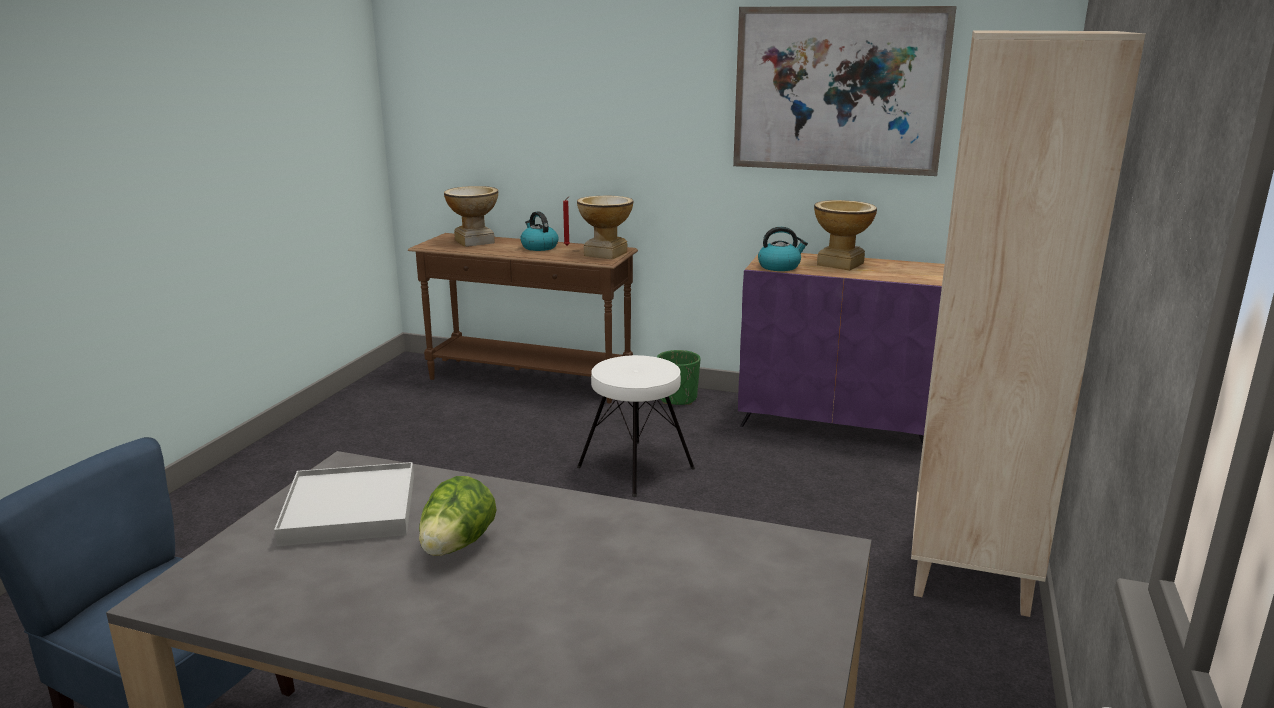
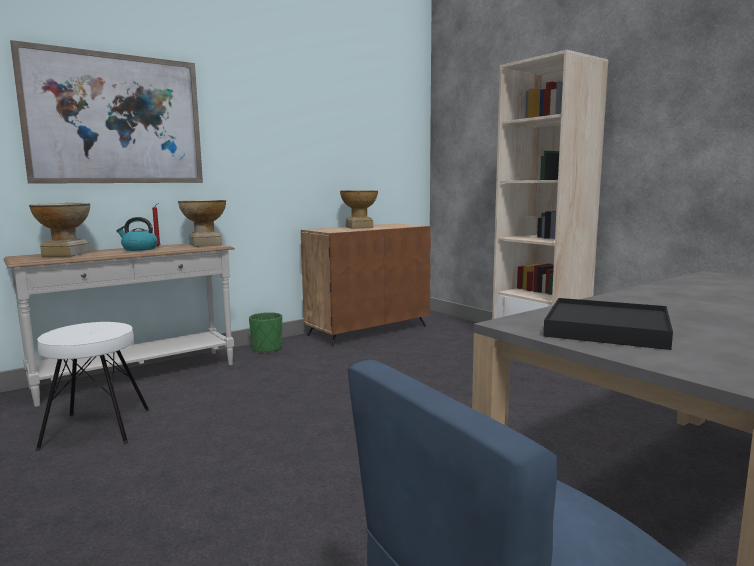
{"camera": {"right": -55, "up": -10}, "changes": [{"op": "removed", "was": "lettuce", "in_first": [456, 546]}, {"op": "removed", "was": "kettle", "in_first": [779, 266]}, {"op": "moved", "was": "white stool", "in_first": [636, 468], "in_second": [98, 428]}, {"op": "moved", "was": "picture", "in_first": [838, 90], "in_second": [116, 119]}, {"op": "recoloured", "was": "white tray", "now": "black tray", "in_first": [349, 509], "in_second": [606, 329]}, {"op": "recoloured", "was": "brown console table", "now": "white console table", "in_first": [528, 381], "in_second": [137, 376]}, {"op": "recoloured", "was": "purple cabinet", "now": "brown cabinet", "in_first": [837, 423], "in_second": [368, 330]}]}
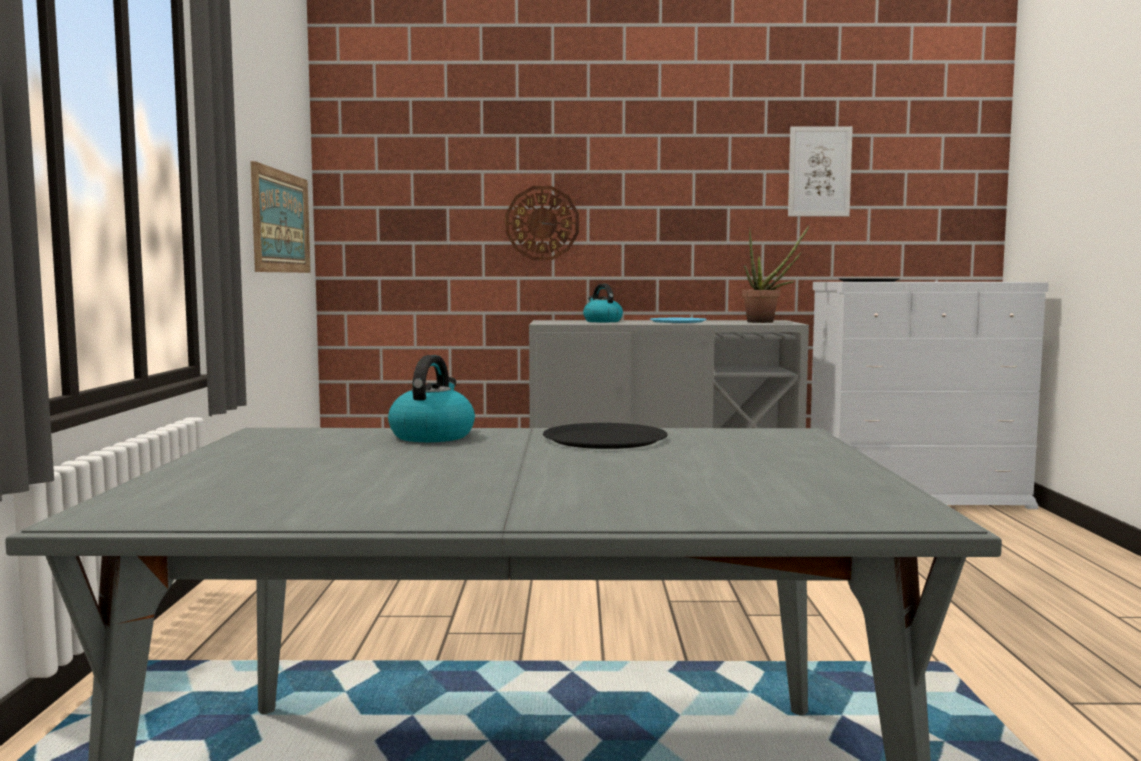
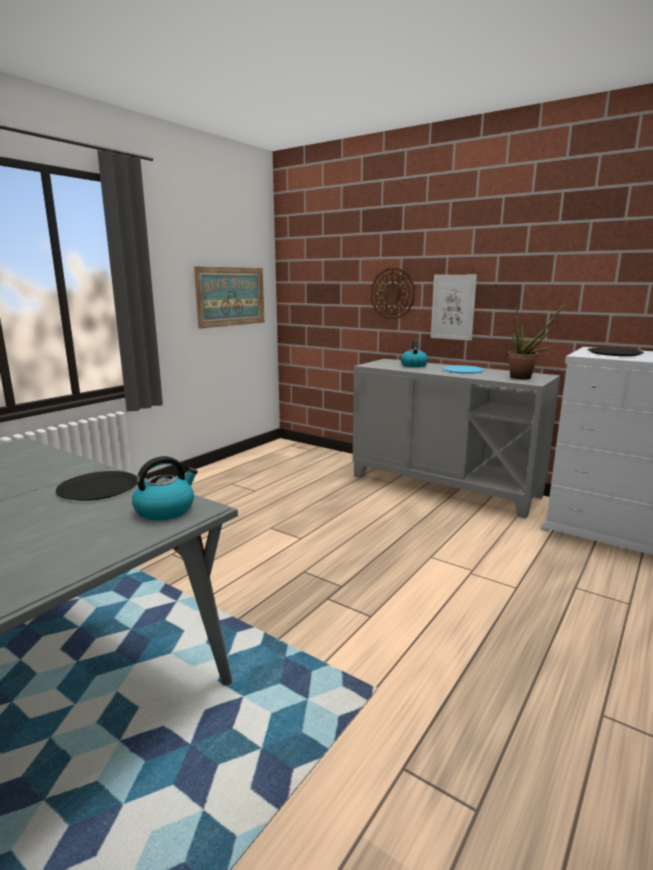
{"camera": {"right": 35, "up": 10}, "changes": [{"op": "moved", "was": "kettle", "in_first": [432, 436], "in_second": [166, 510]}, {"op": "moved", "was": "picture", "in_first": [819, 171], "in_second": [453, 307]}]}
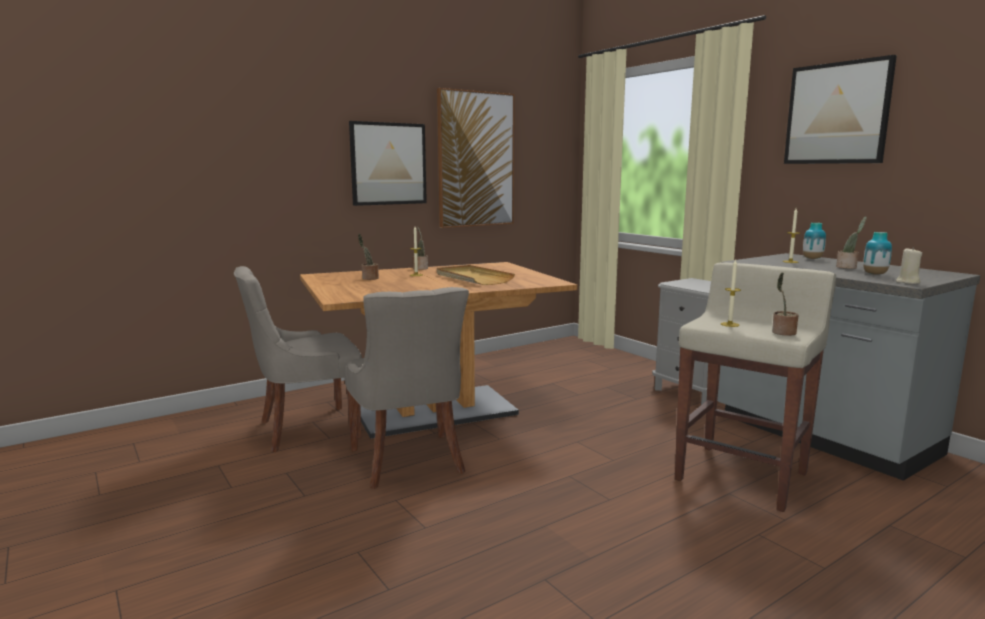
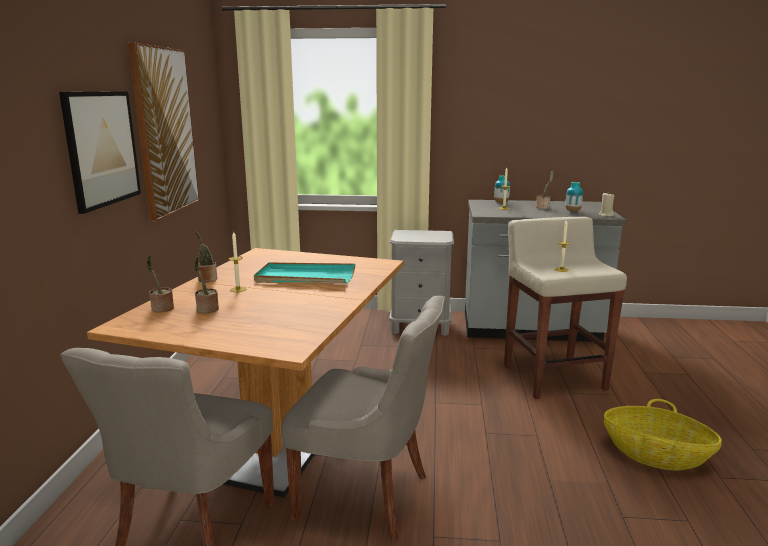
{"camera": {"right": -50, "up": 5}, "changes": [{"op": "removed", "was": "picture", "in_first": [837, 113]}, {"op": "added", "now": "basket", "in_second": [656, 455]}, {"op": "moved", "was": "potted plant", "in_first": [782, 333], "in_second": [161, 309]}, {"op": "recoloured", "was": "beige tray", "now": "turquoise tray", "in_first": [473, 278], "in_second": [305, 277]}]}
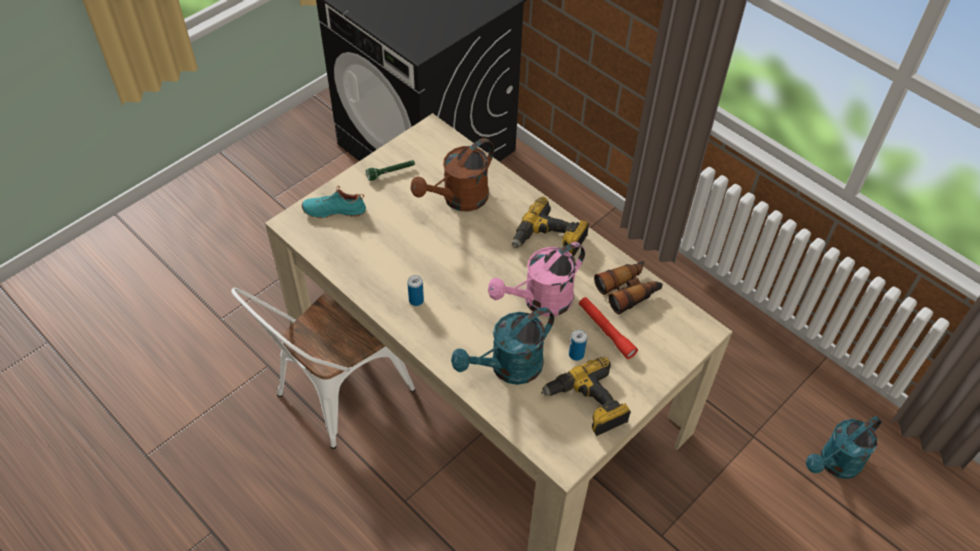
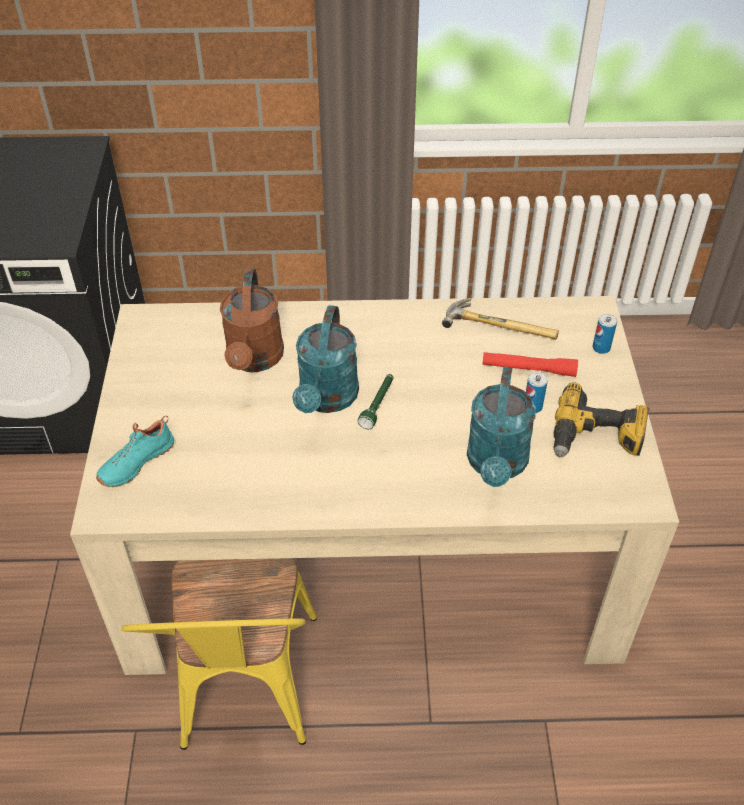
{"camera": {"right": -45, "up": -5}, "changes": [{"op": "removed", "was": "pink watering can", "in_first": [540, 302]}, {"op": "removed", "was": "power drill", "in_first": [549, 239]}, {"op": "moved", "was": "green flashlight", "in_first": [391, 173], "in_second": [378, 405]}, {"op": "moved", "was": "can", "in_first": [416, 300], "in_second": [601, 348]}, {"op": "moved", "was": "turquoise watering can", "in_first": [835, 464], "in_second": [326, 399]}, {"op": "replaced", "was": "binoculars", "now": "hammer", "in_first": [628, 290], "in_second": [501, 324]}, {"op": "recoloured", "was": "white chair", "now": "yellow chair", "in_first": [335, 396], "in_second": [245, 693]}]}
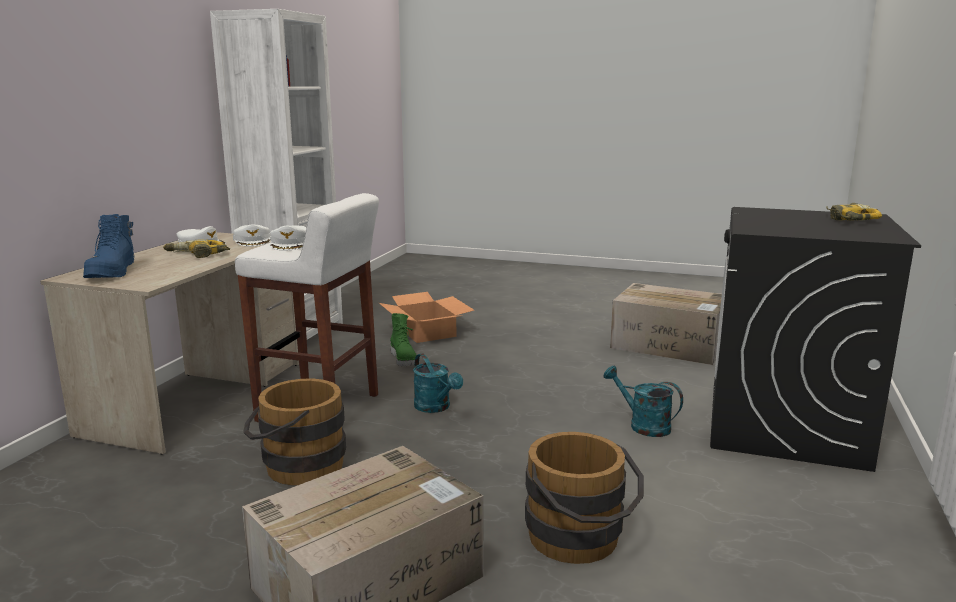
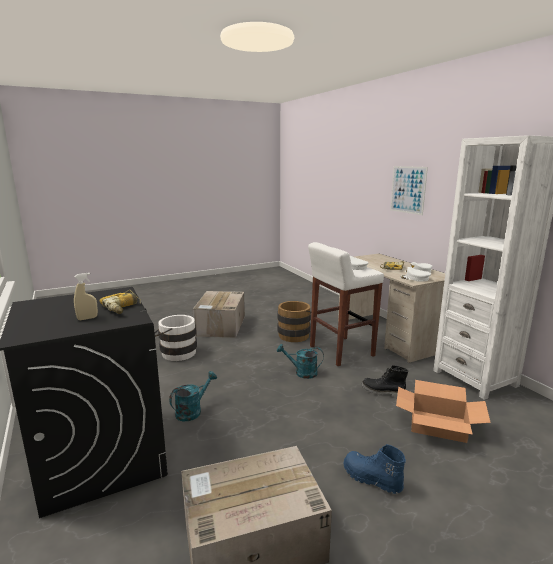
{"camera": {"right": 135, "up": 0}, "changes": [{"op": "added", "now": "beige spray bottle", "in_second": [87, 318]}, {"op": "added", "now": "picture", "in_second": [408, 189]}, {"op": "moved", "was": "blue boot", "in_first": [113, 272], "in_second": [371, 479]}, {"op": "moved", "was": "power drill", "in_first": [848, 219], "in_second": [123, 307]}, {"op": "recoloured", "was": "green boot", "now": "black boot", "in_first": [404, 359], "in_second": [382, 392]}, {"op": "recoloured", "was": "brown bucket", "now": "white bucket", "in_first": [579, 541], "in_second": [175, 353]}, {"op": "turned", "was": "turquoise watering can", "in_first": [643, 425], "in_second": [192, 411], "clockwise": -45}]}
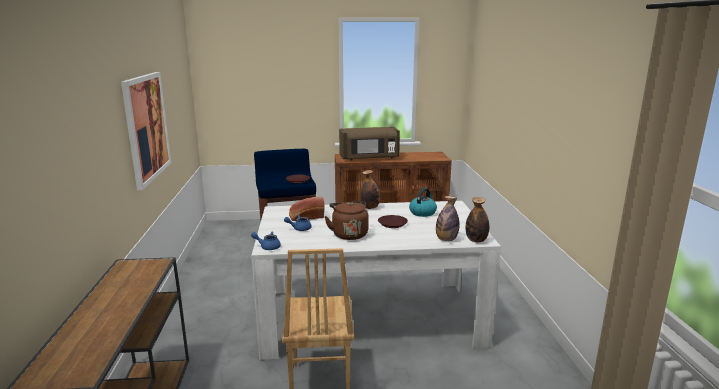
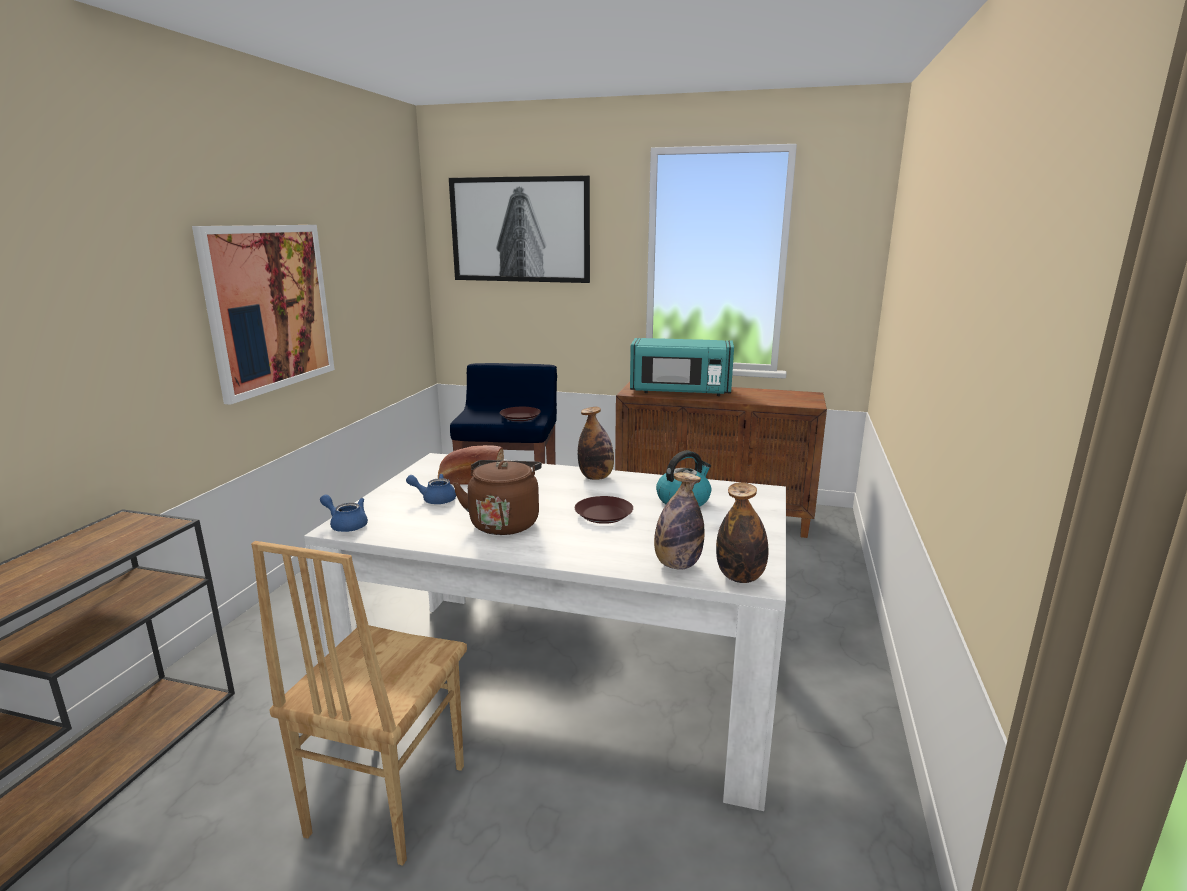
{"camera": {"right": 20, "up": 0}, "changes": [{"op": "added", "now": "picture", "in_second": [519, 230]}, {"op": "recoloured", "was": "brown microwave", "now": "turquoise microwave", "in_first": [369, 158], "in_second": [680, 392]}]}
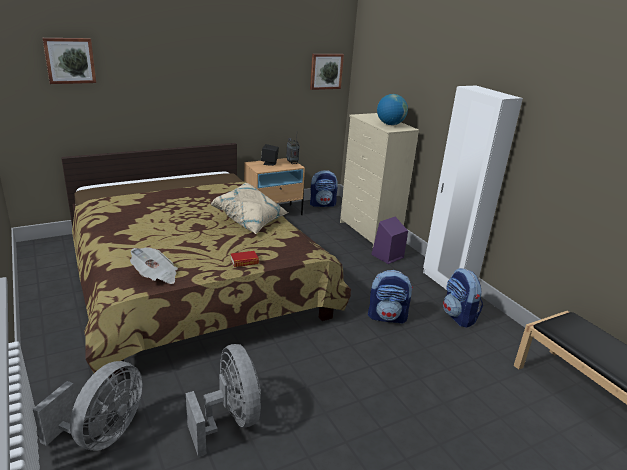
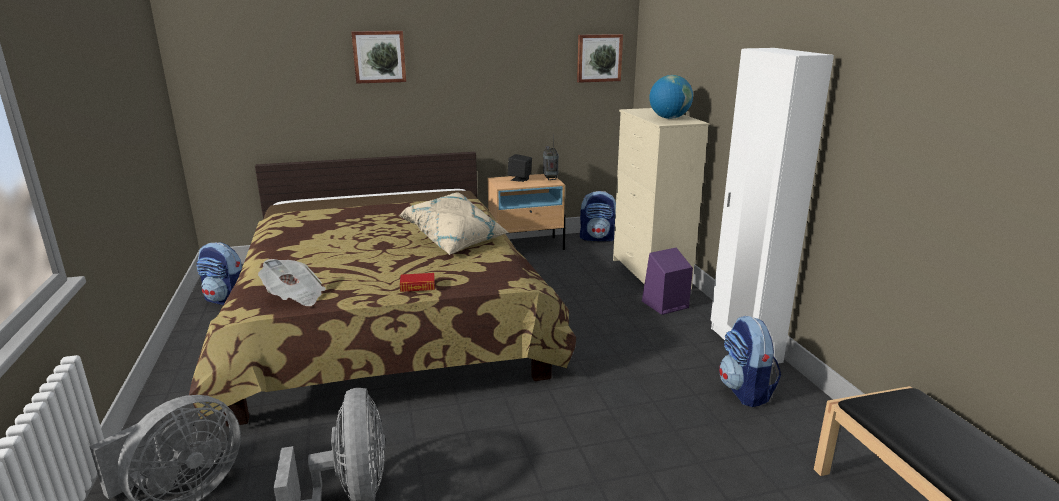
{"camera": {"right": 15, "up": -5}, "changes": [{"op": "moved", "was": "picture", "in_first": [70, 60], "in_second": [379, 56]}, {"op": "moved", "was": "backpack", "in_first": [387, 317], "in_second": [227, 300]}]}
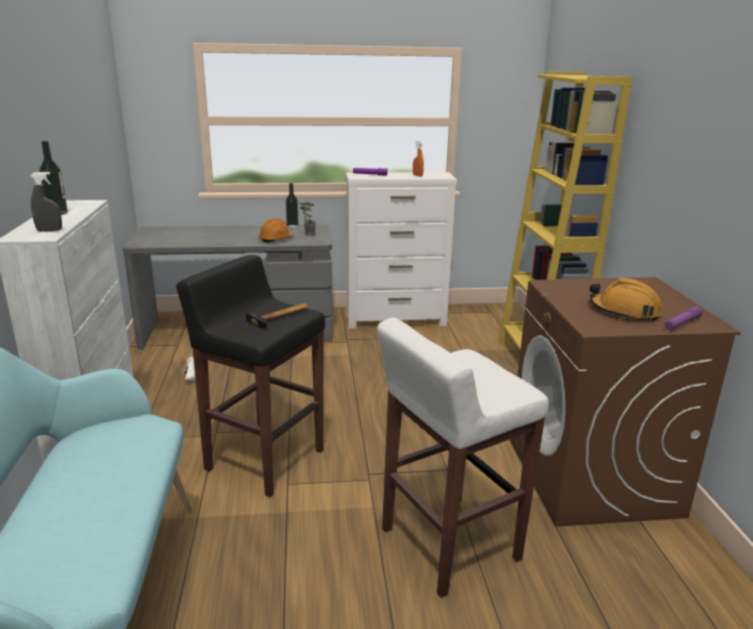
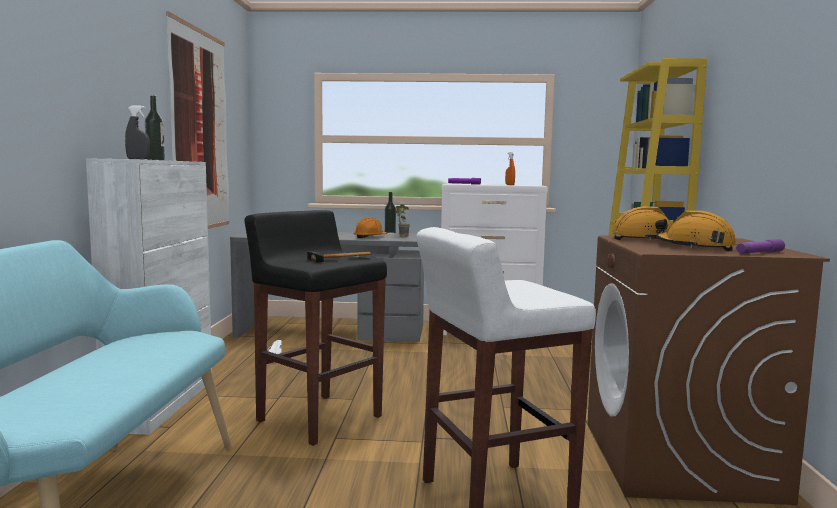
{"camera": {"right": 10, "up": -15}, "changes": [{"op": "added", "now": "picture", "in_second": [200, 131]}, {"op": "added", "now": "orange hard hat", "in_second": [645, 239]}]}
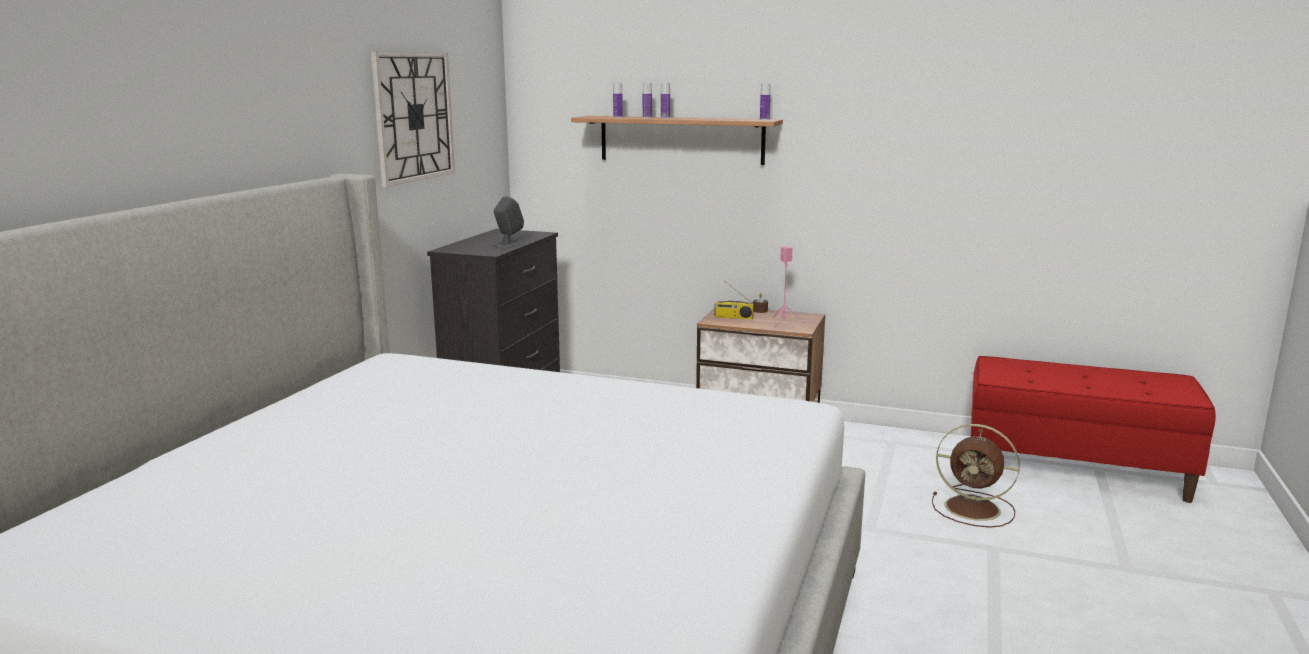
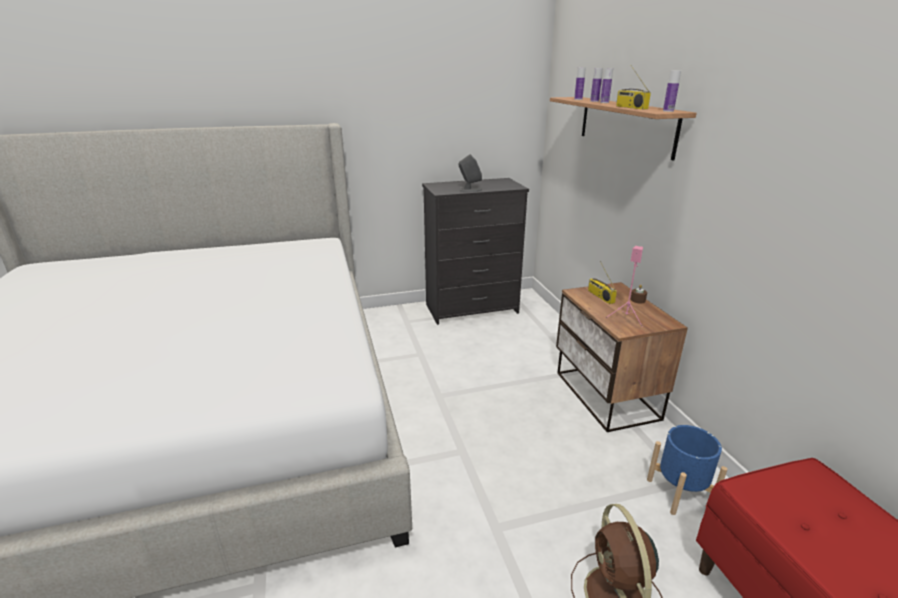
{"camera": {"right": 55, "up": 10}, "changes": [{"op": "removed", "was": "wall clock", "in_first": [413, 116]}, {"op": "added", "now": "radio", "in_second": [630, 107]}, {"op": "added", "now": "blue planter", "in_second": [679, 492]}]}
